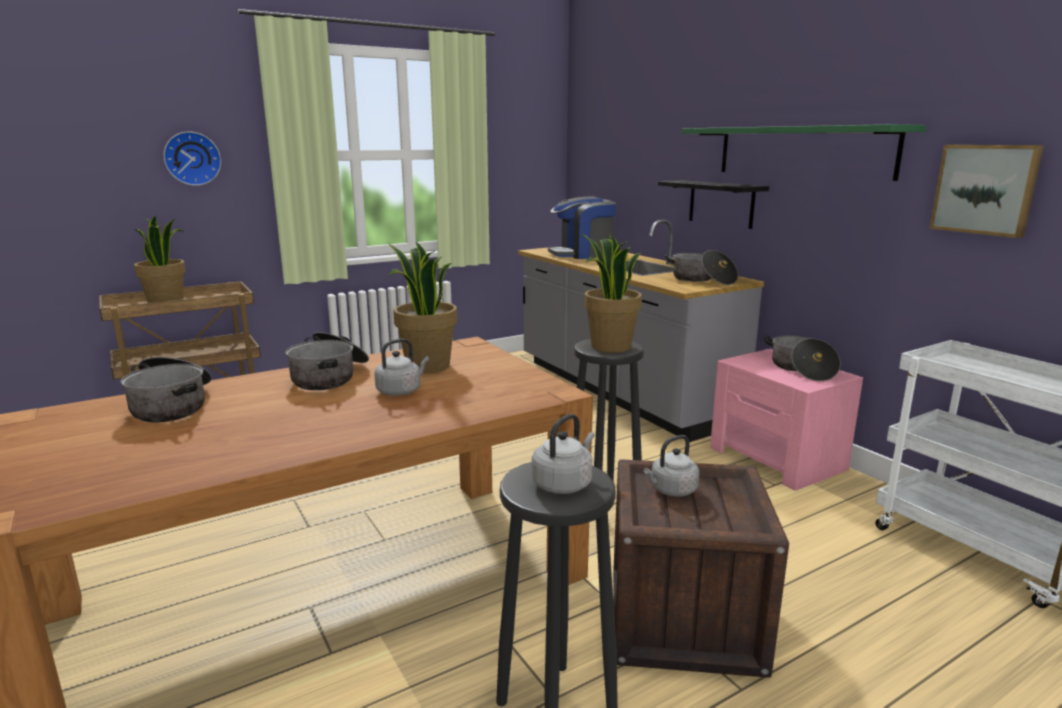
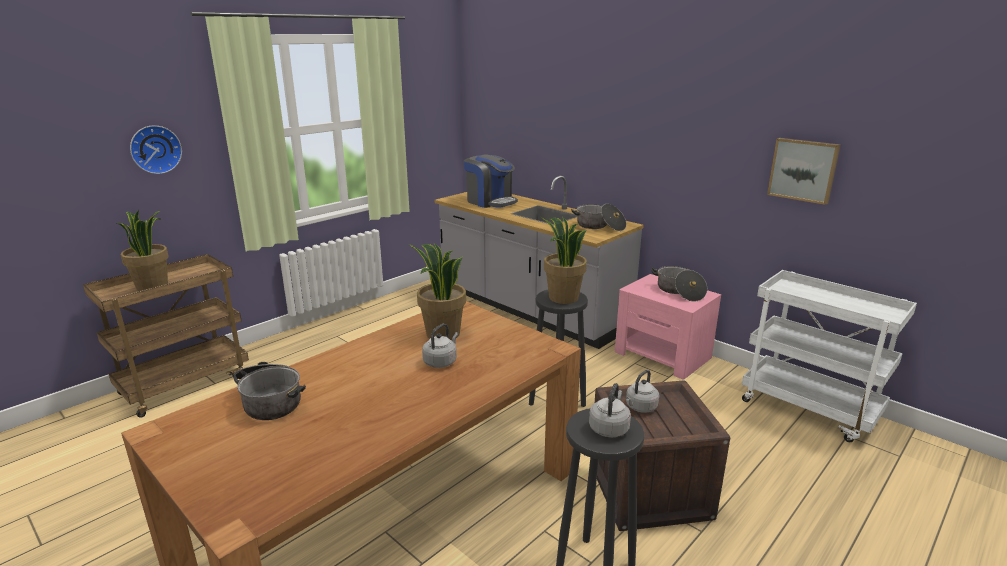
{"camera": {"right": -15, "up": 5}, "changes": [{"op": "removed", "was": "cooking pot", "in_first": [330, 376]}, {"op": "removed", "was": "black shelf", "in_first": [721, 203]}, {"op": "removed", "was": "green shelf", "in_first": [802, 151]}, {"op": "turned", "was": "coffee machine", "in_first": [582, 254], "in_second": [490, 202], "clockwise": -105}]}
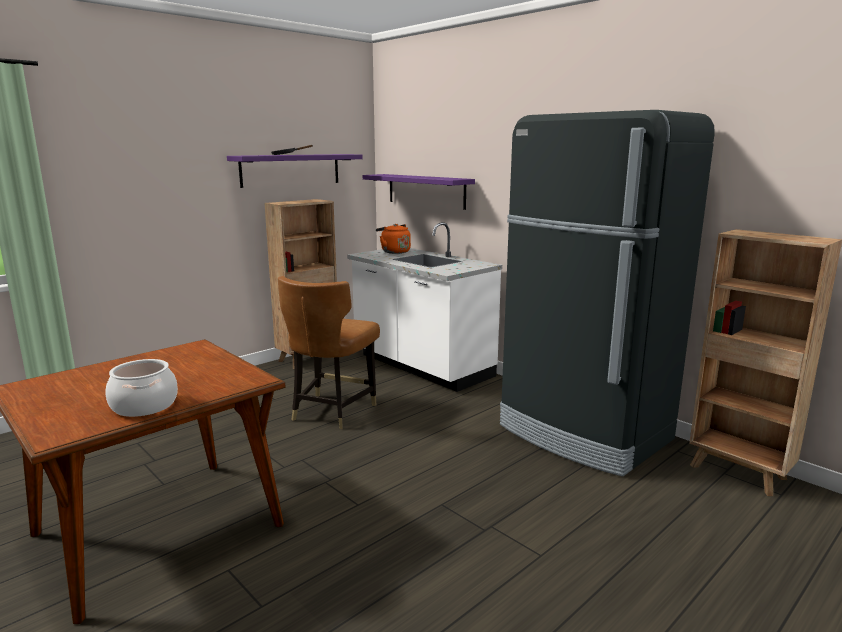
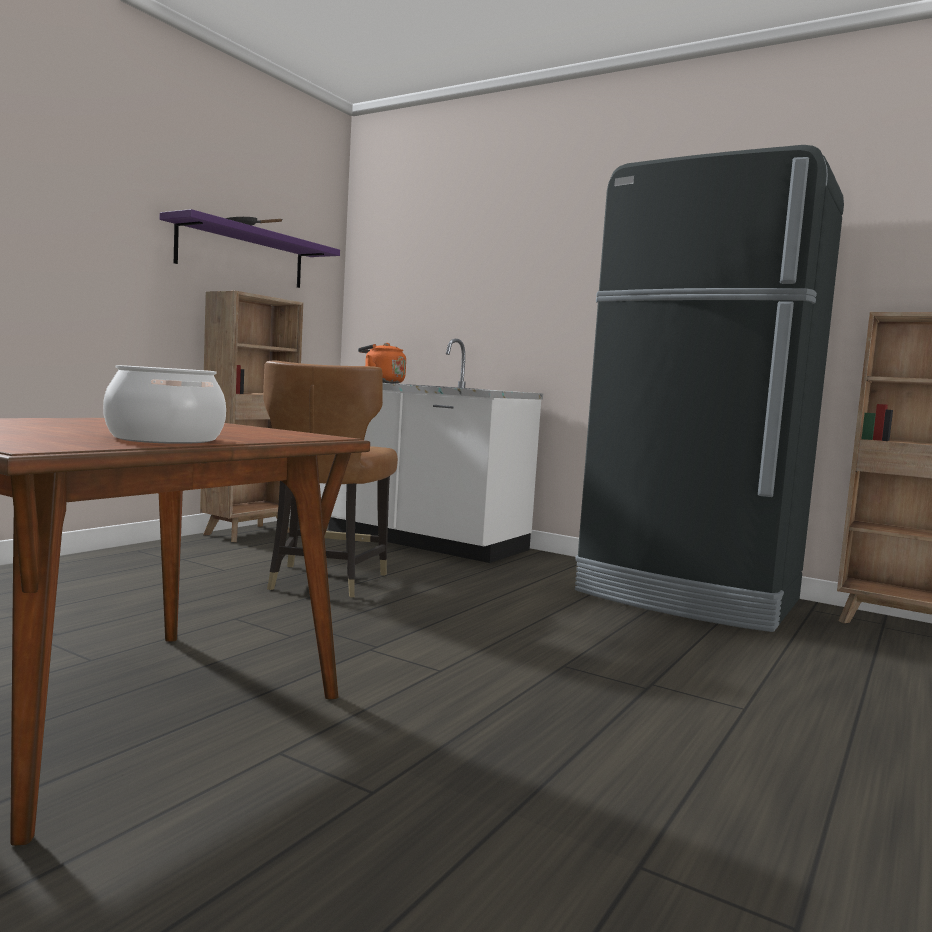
{"camera": {"right": -15, "up": -10}, "changes": [{"op": "removed", "was": "purple shelf", "in_first": [426, 190]}]}
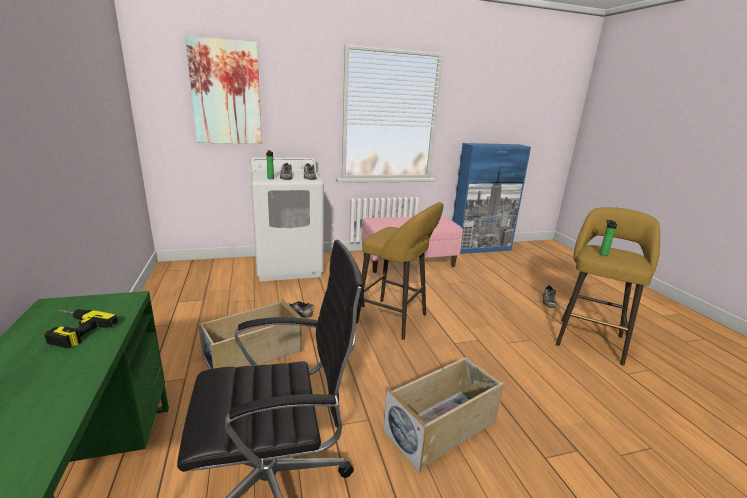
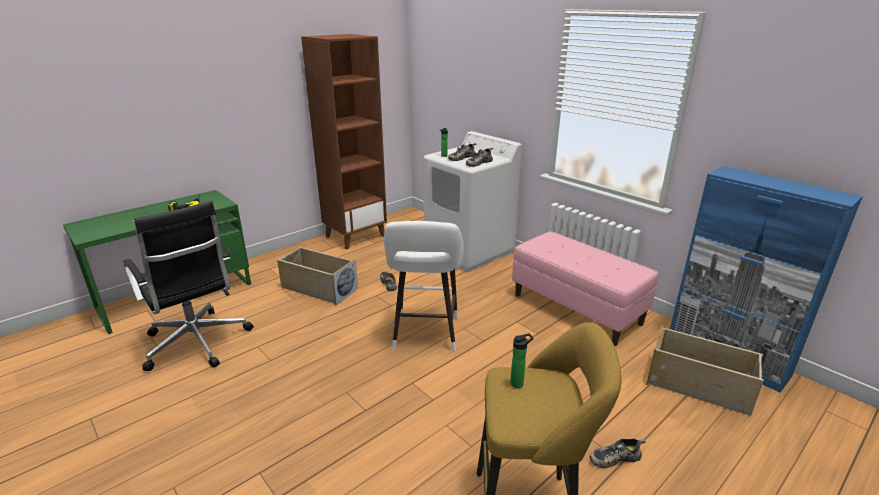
{"camera": {"right": 65, "up": 5}, "changes": [{"op": "removed", "was": "picture", "in_first": [226, 93]}, {"op": "added", "now": "brown bookcase", "in_second": [355, 236]}, {"op": "moved", "was": "beige storage box", "in_first": [442, 426], "in_second": [699, 386]}, {"op": "recoloured", "was": "yellow stool", "now": "white stool", "in_first": [395, 320], "in_second": [425, 335]}]}
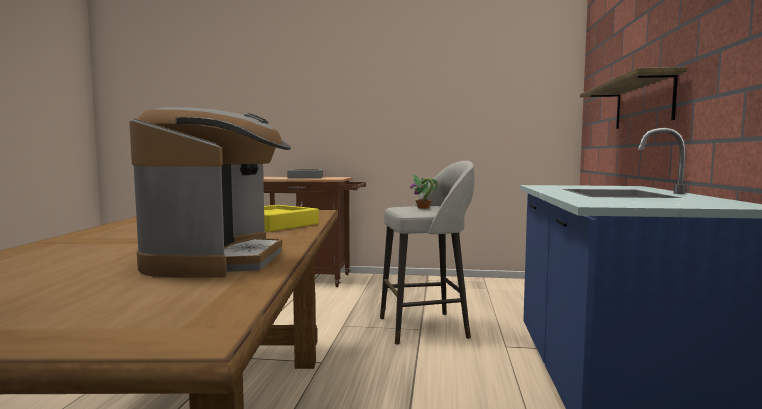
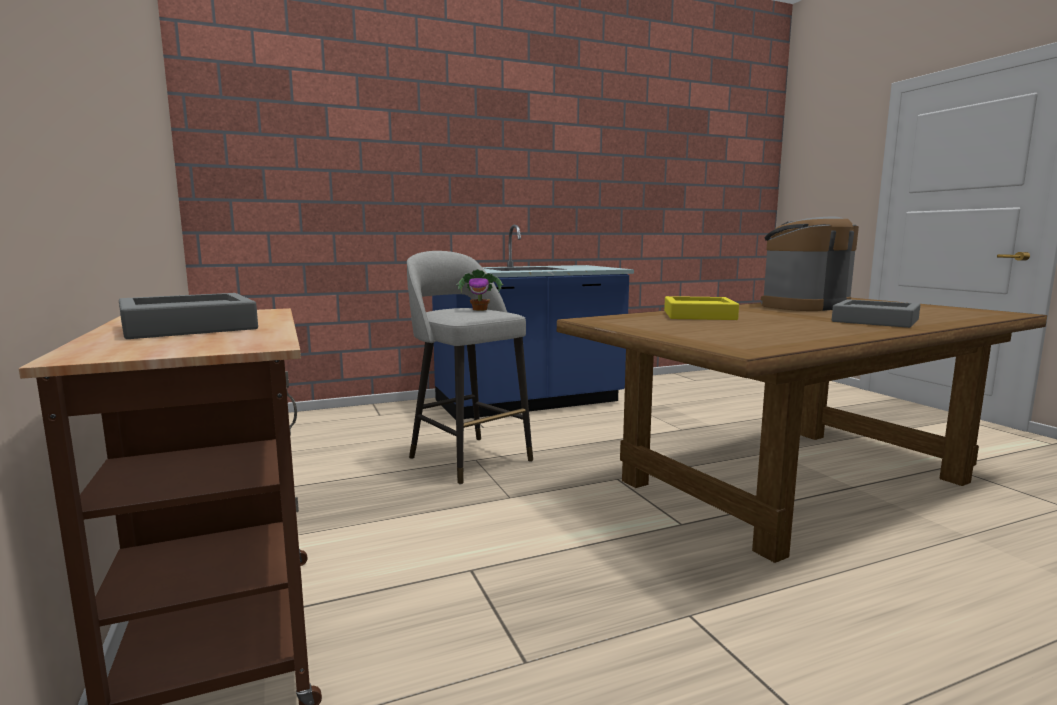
{"camera": {"right": -120, "up": 5}, "changes": [{"op": "removed", "was": "shelf", "in_first": [643, 103]}, {"op": "added", "now": "grey tray", "in_second": [875, 321]}]}
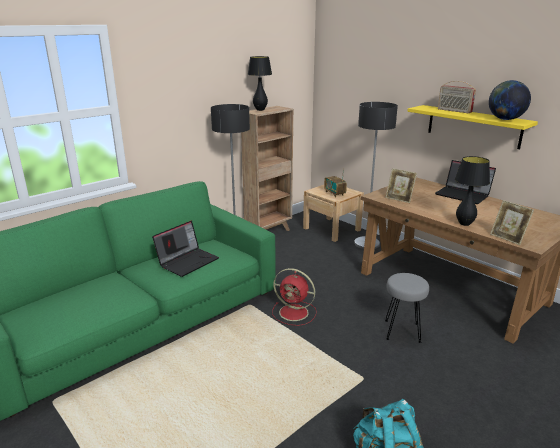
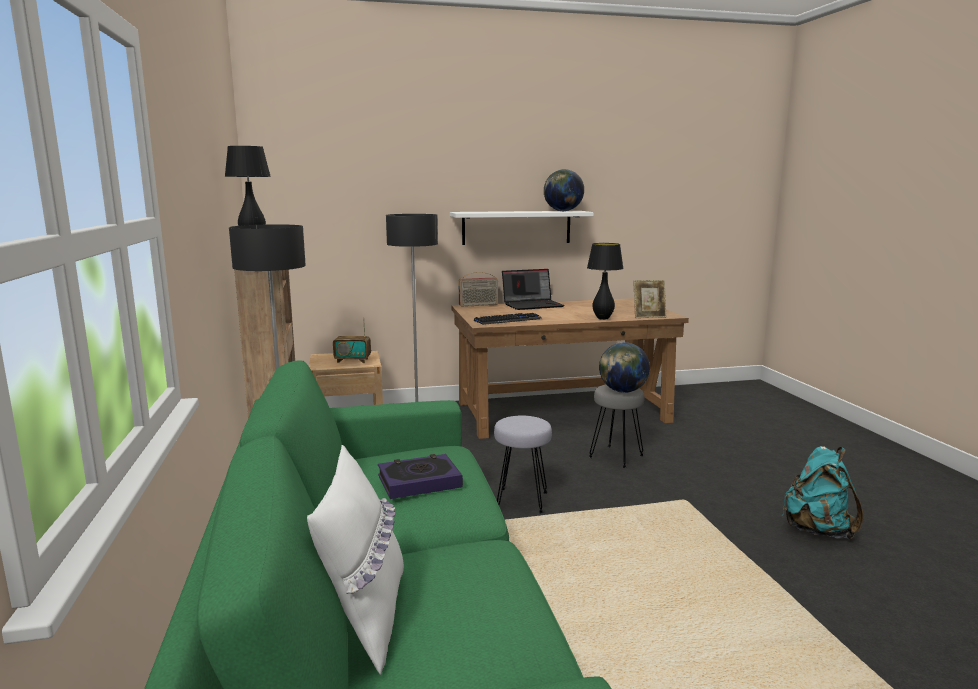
{"camera": {"right": -60, "up": -10}, "changes": [{"op": "added", "now": "white pillow", "in_second": [365, 616]}, {"op": "added", "now": "globe", "in_second": [622, 391]}, {"op": "moved", "was": "radio", "in_first": [454, 111], "in_second": [478, 305]}, {"op": "replaced", "was": "laptop", "now": "book", "in_first": [188, 261], "in_second": [419, 481]}, {"op": "replaced", "was": "red fan", "now": "grey stool", "in_first": [295, 313], "in_second": [522, 500]}, {"op": "replaced", "was": "picture frame", "now": "keyboard", "in_first": [399, 199], "in_second": [508, 320]}, {"op": "recoloured", "was": "yellow shelf", "now": "white shelf", "in_first": [473, 126], "in_second": [516, 227]}]}
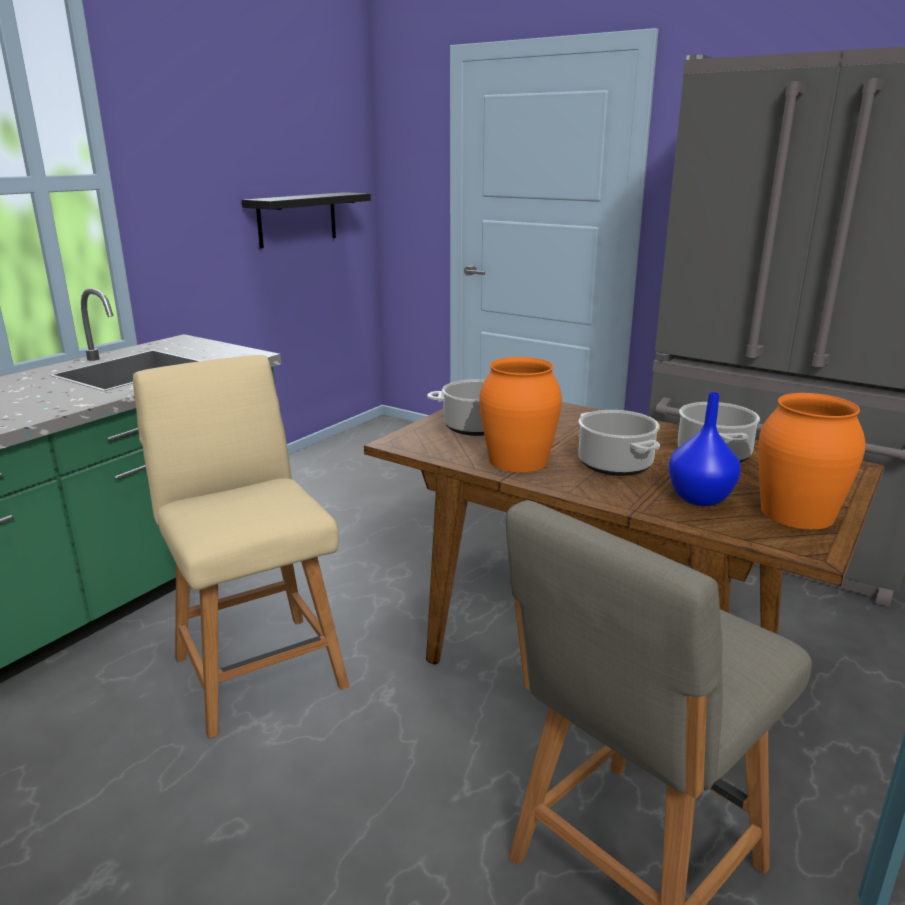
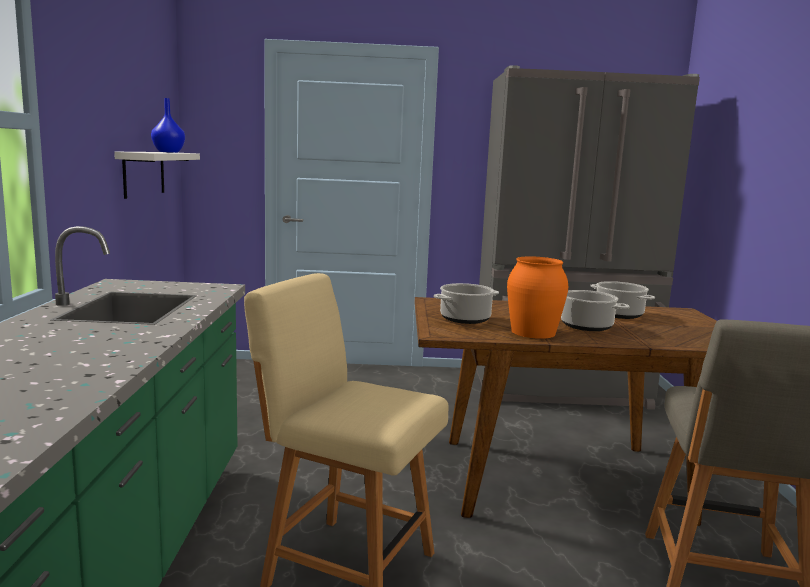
{"camera": {"right": -35, "up": -10}, "changes": [{"op": "removed", "was": "orange vase", "in_first": [797, 513]}, {"op": "moved", "was": "blue vase", "in_first": [698, 498], "in_second": [168, 152]}, {"op": "recoloured", "was": "black shelf", "now": "white shelf", "in_first": [297, 219], "in_second": [144, 173]}]}
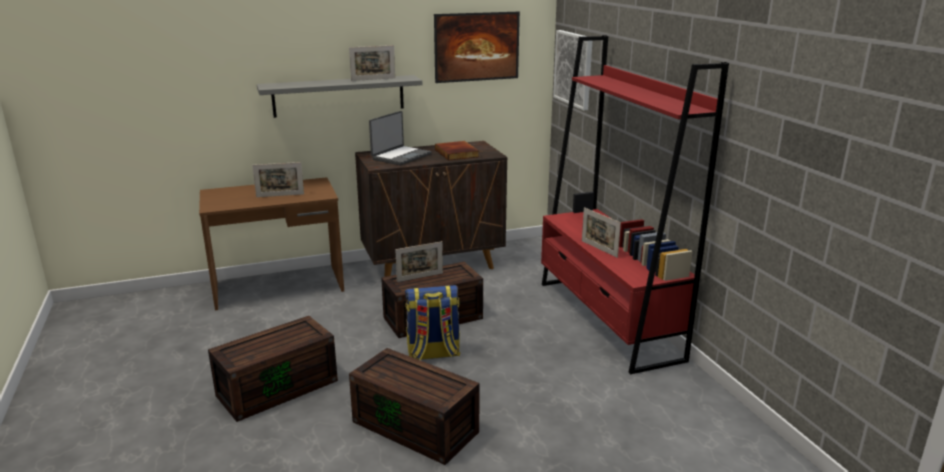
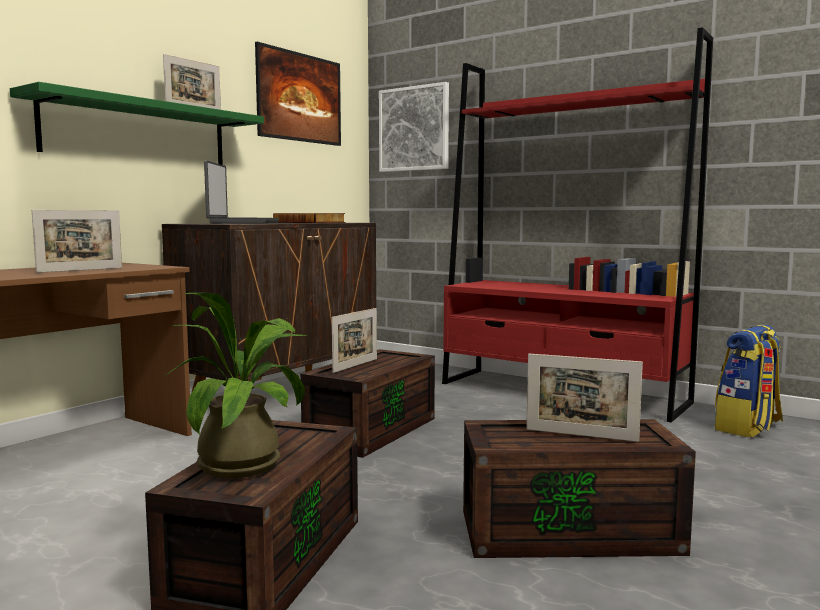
{"camera": {"right": -35, "up": -15}, "changes": [{"op": "added", "now": "potted plant", "in_second": [248, 462]}, {"op": "moved", "was": "backpack", "in_first": [433, 354], "in_second": [748, 428]}, {"op": "moved", "was": "picture frame", "in_first": [599, 249], "in_second": [581, 435]}, {"op": "recoloured", "was": "grey shelf", "now": "green shelf", "in_first": [339, 96], "in_second": [138, 133]}]}
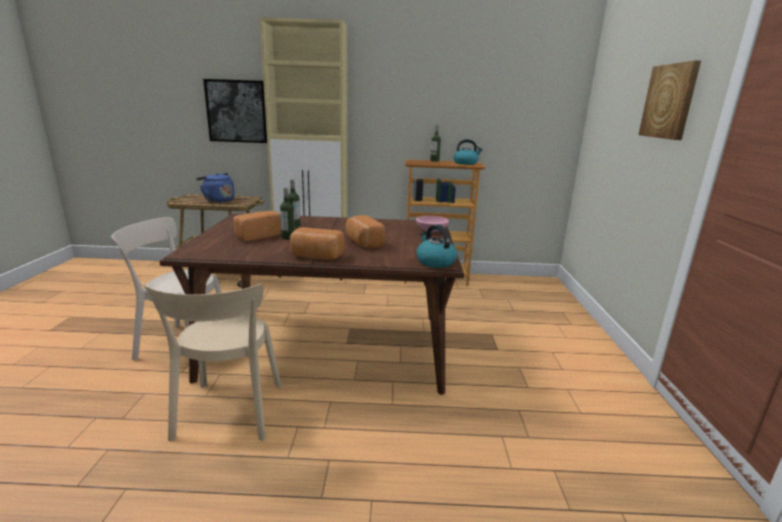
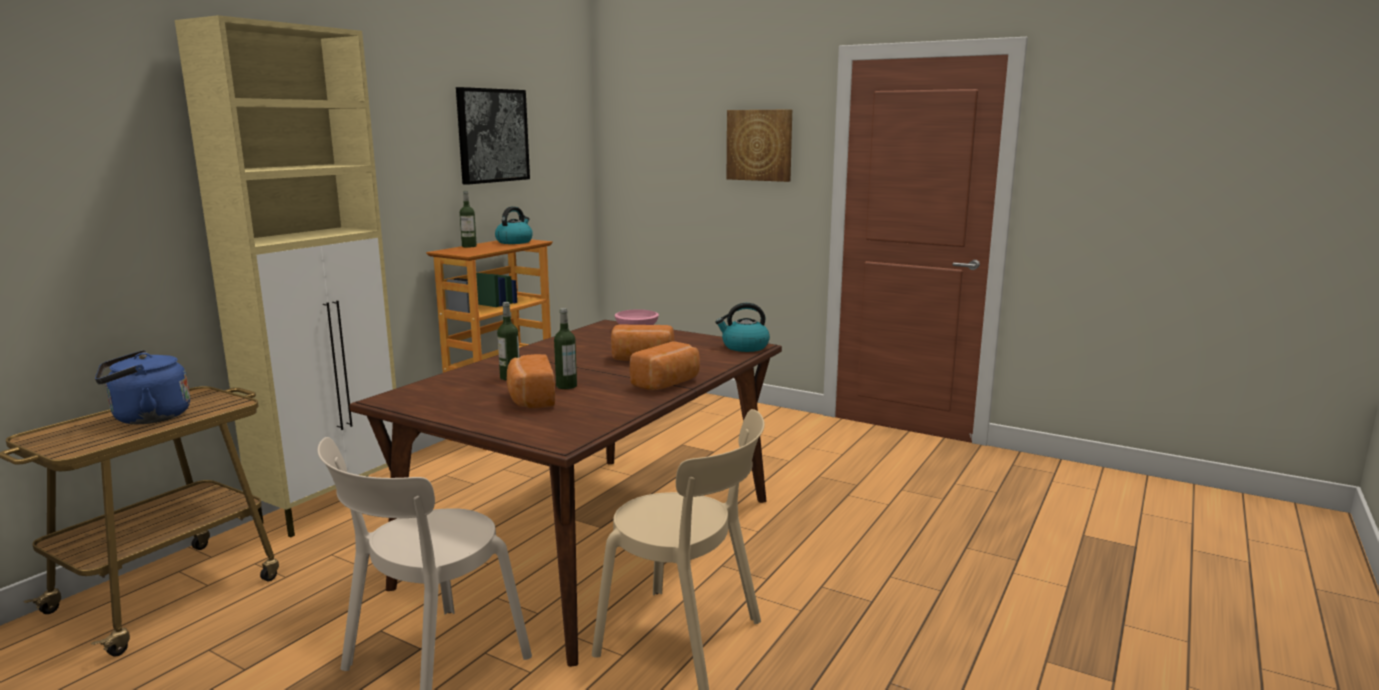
{"camera": {"right": -60, "up": -5}, "changes": [{"op": "moved", "was": "picture", "in_first": [237, 111], "in_second": [492, 135]}]}
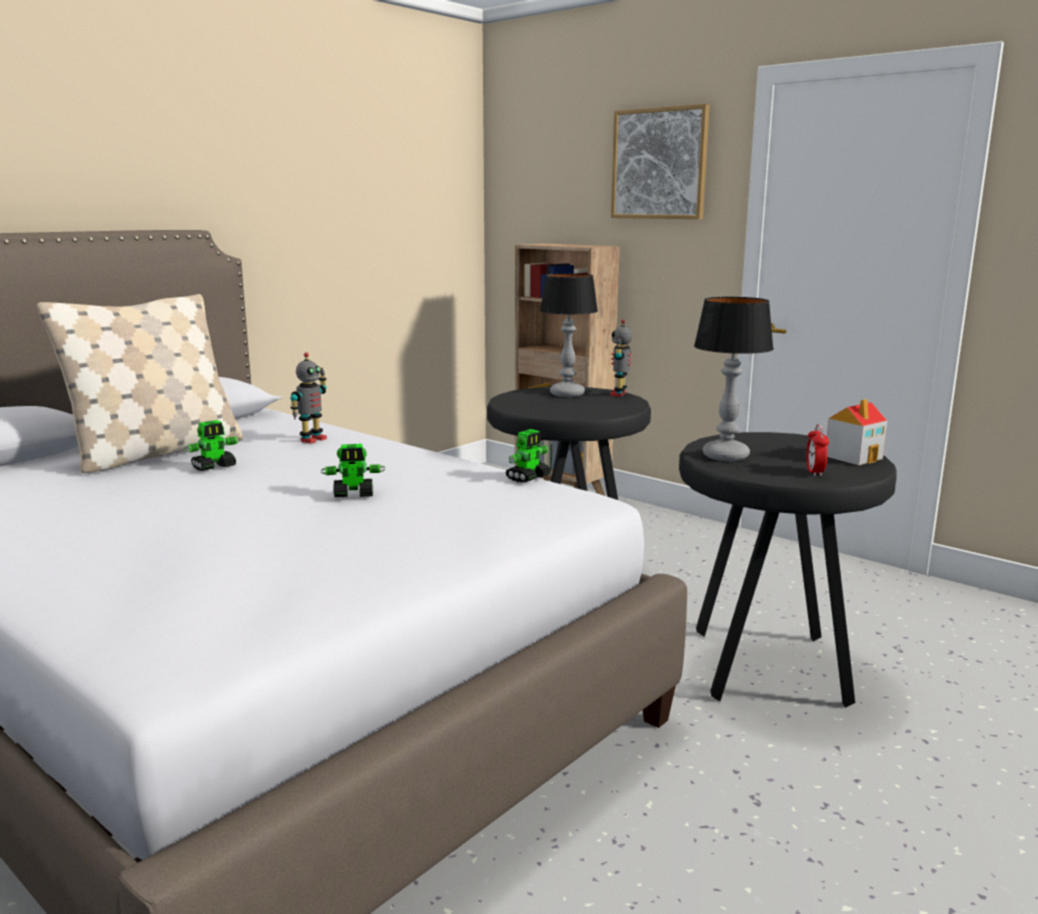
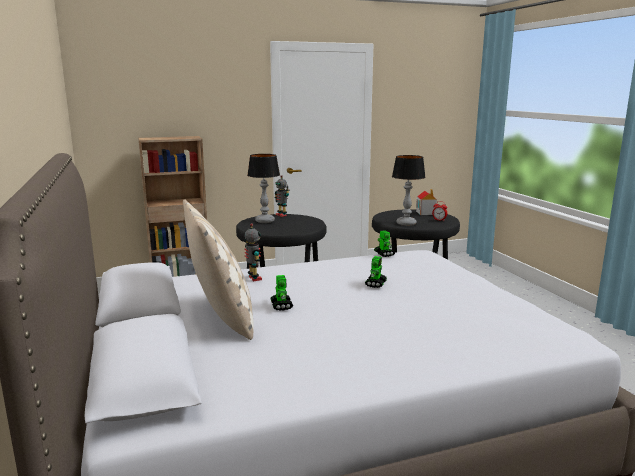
{"camera": {"right": -60, "up": 0}, "changes": [{"op": "removed", "was": "picture", "in_first": [659, 164]}]}
